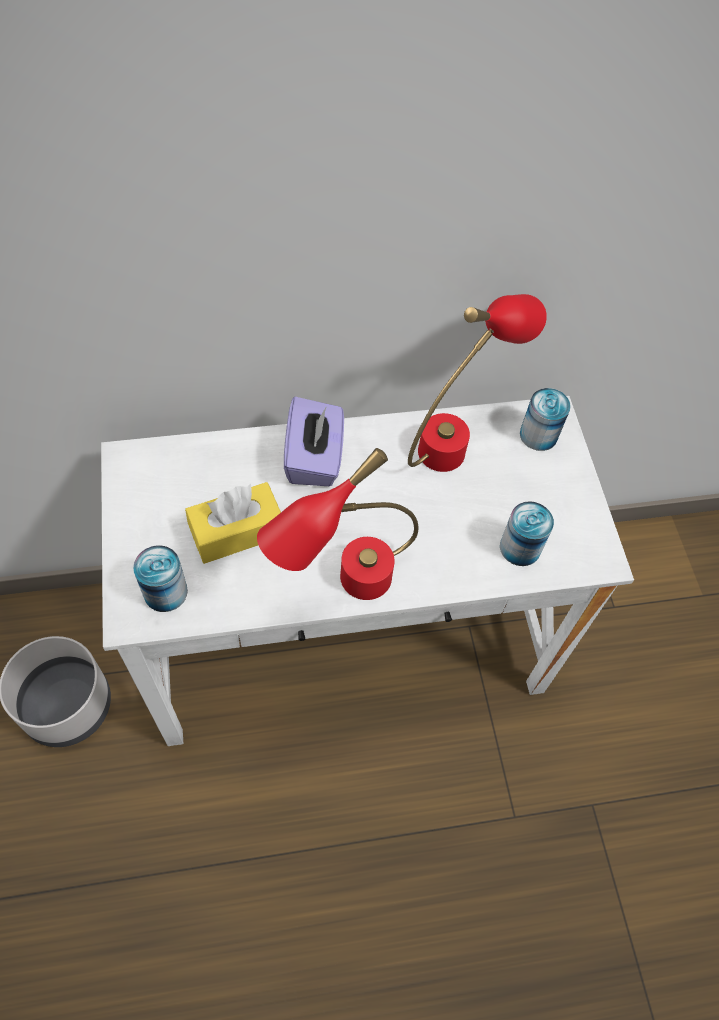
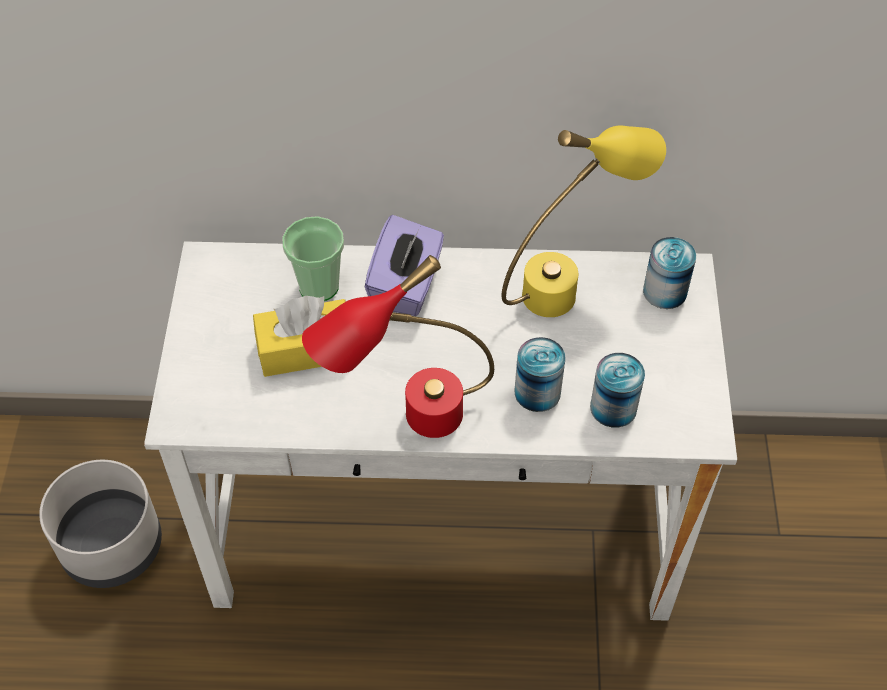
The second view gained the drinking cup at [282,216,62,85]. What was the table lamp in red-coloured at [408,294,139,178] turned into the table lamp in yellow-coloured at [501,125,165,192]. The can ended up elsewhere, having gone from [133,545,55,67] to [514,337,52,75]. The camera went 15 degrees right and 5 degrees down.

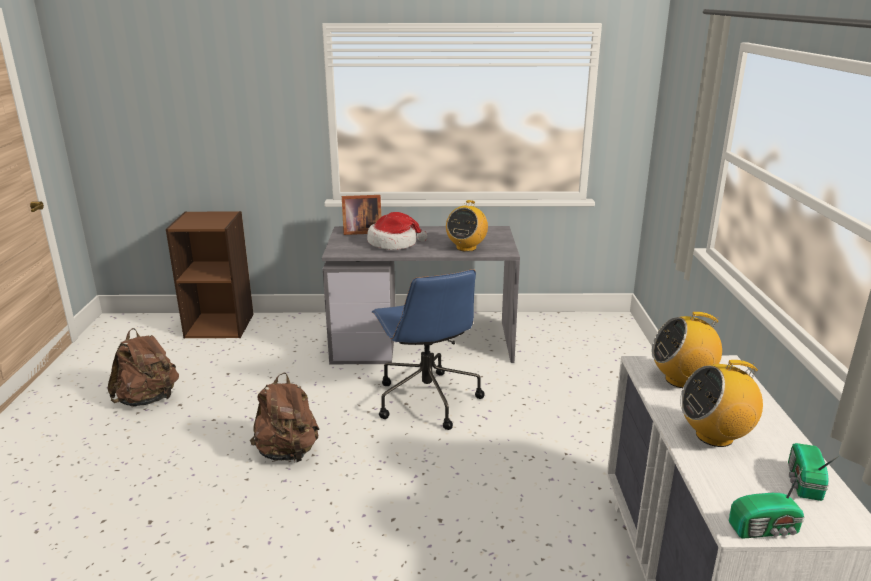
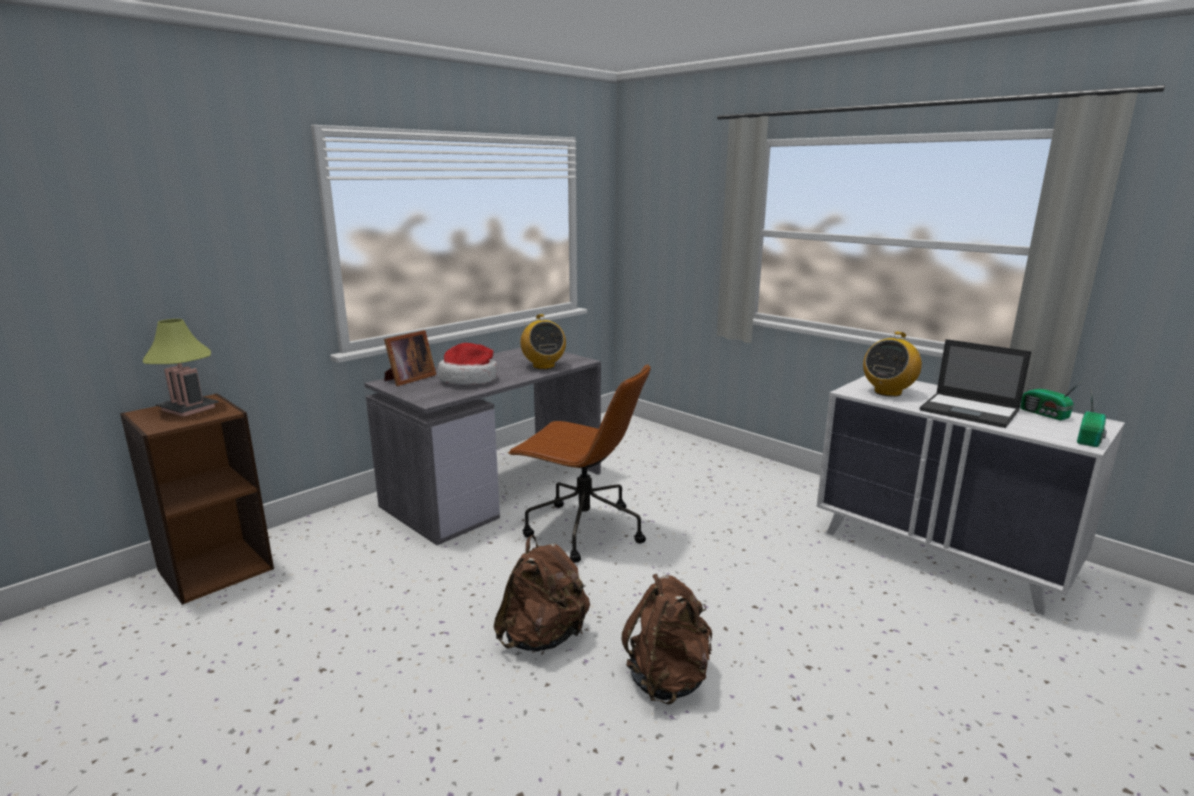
The second view gained the table lamp at [143,319,76,98]. What was the desk chair in blue at [372,269,112,161] turned into the desk chair in brownish at [508,363,143,200]. The backpack in brownish ended up elsewhere, having gone from [108,328,71,79] to [622,574,90,131]. Where the radio stood at [680,360,83,87], the laptop came to stand at [920,339,112,89]. The camera went 45 degrees left and 5 degrees down.

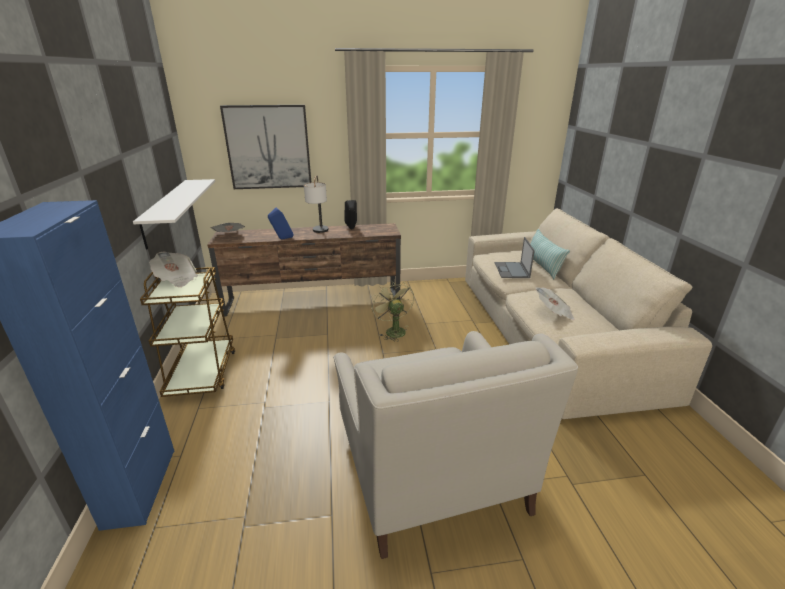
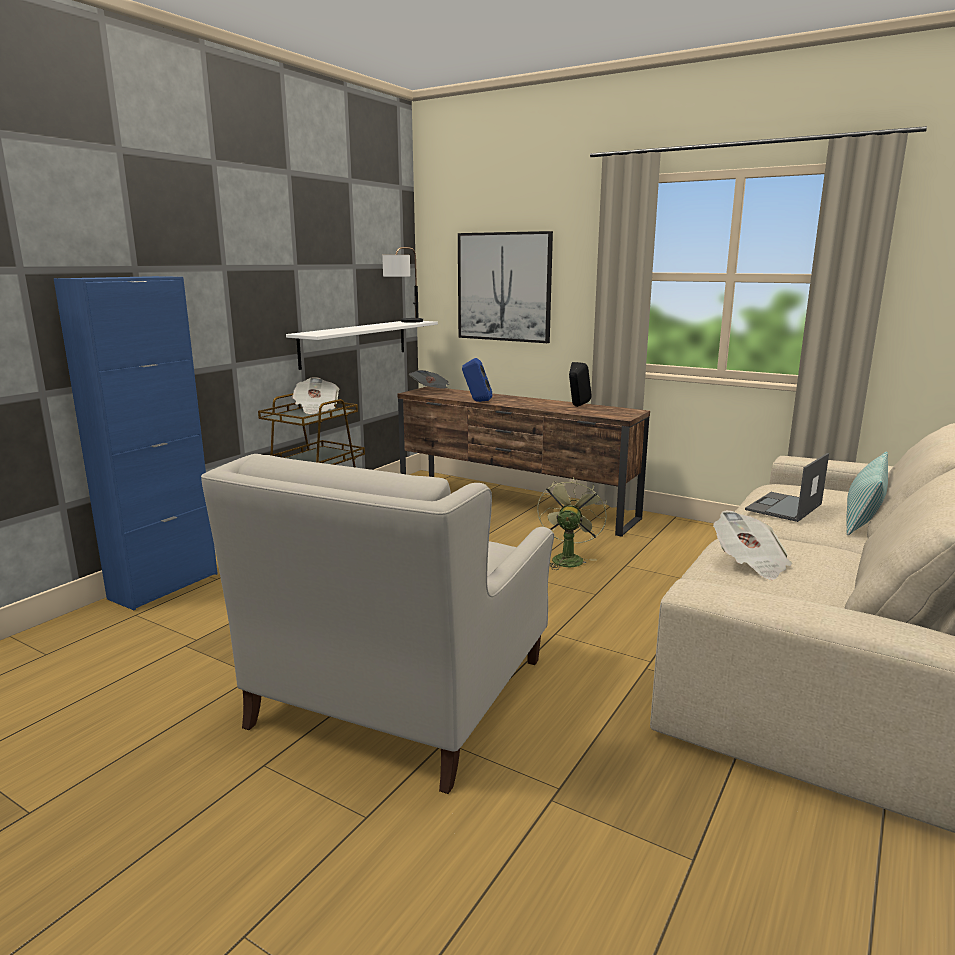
The table lamp ended up elsewhere, having gone from [304,175,24,58] to [382,247,41,76]. The camera went 40 degrees right and 10 degrees down.

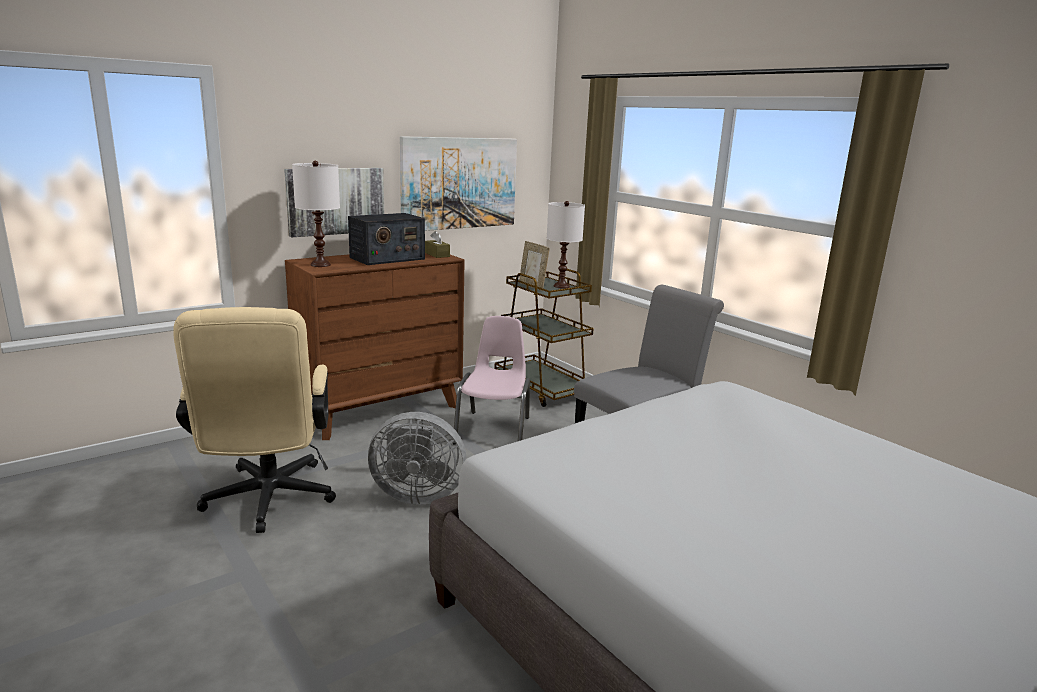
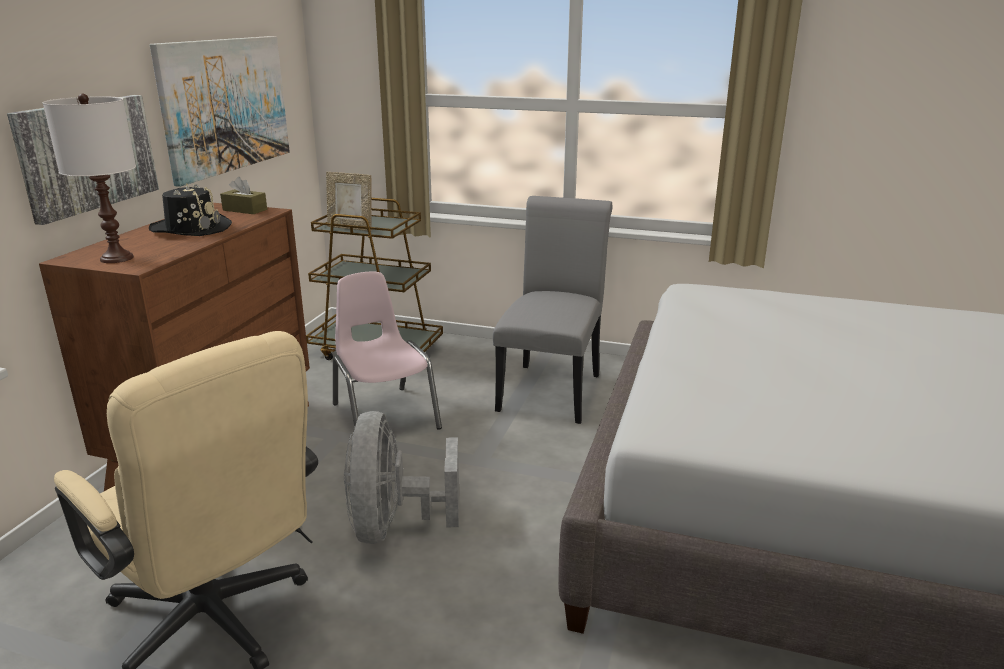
Where the radio stood at [348,213,77,52], the wearable hat in black came to stand at [149,183,83,53]. The cooling fan in greyish at [368,412,98,93] ended up facing another way, 120 degrees clockwise from before. The second view lost the table lamp in white-coloured at [547,201,38,88]. The camera went 35 degrees left and 5 degrees up.

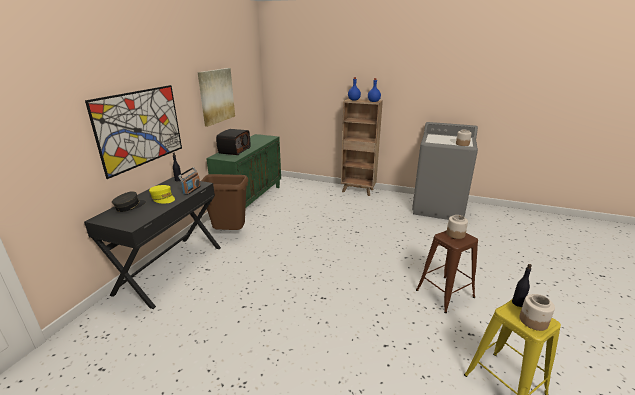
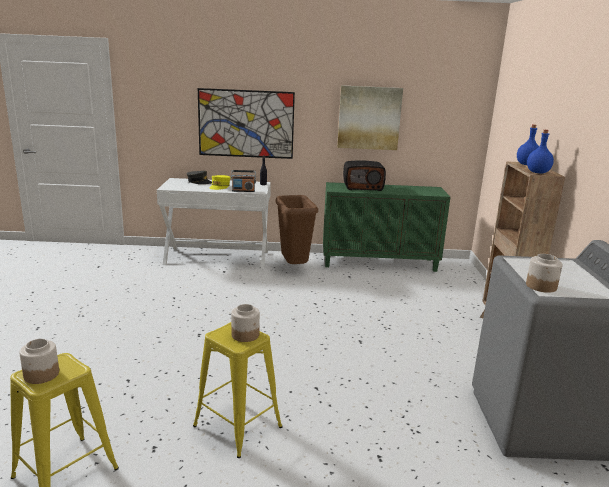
What was the desk in black at [84,177,137,132] turned into the desk in white-coloured at [157,178,114,91]. What was the stool seat in brownish at [416,230,62,83] turned into the stool seat in yellow-coloured at [193,322,90,136]. The second view lost the drink bottle in black at [512,264,20,43]. The camera went 70 degrees right and 5 degrees down.

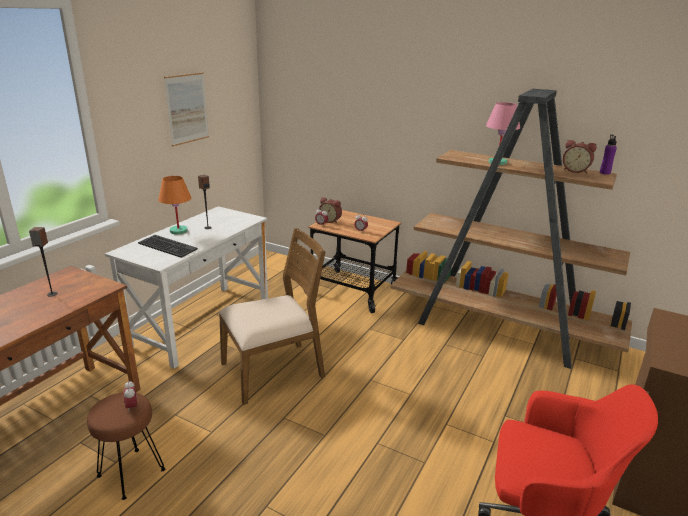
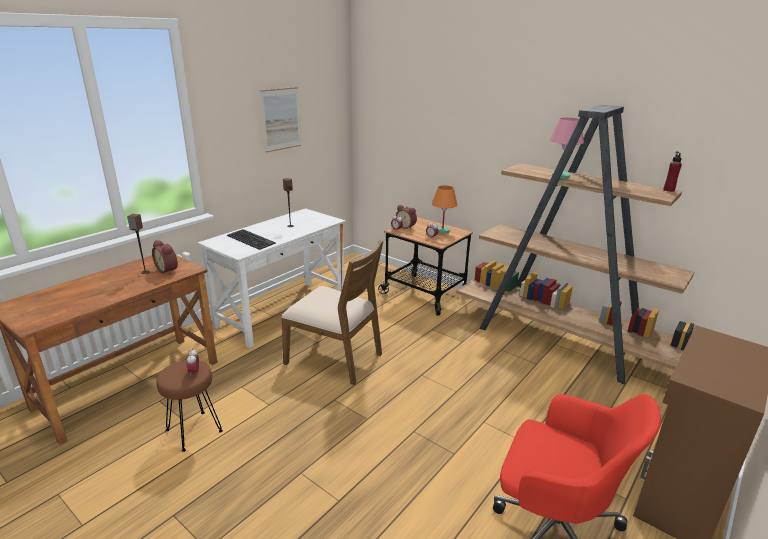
The bedside clock ended up elsewhere, having gone from [563,140,34,34] to [152,240,26,35]. The upright chair in brownish at [219,228,106,177] ended up facing another way, 45 degrees clockwise from before. The table lamp in orangey ended up elsewhere, having gone from [158,176,33,58] to [432,185,26,49]. What was the drink bottle in purplish at [600,135,17,40] turned into the drink bottle in red-coloured at [664,151,18,41]. The camera went 10 degrees right and 0 degrees up.

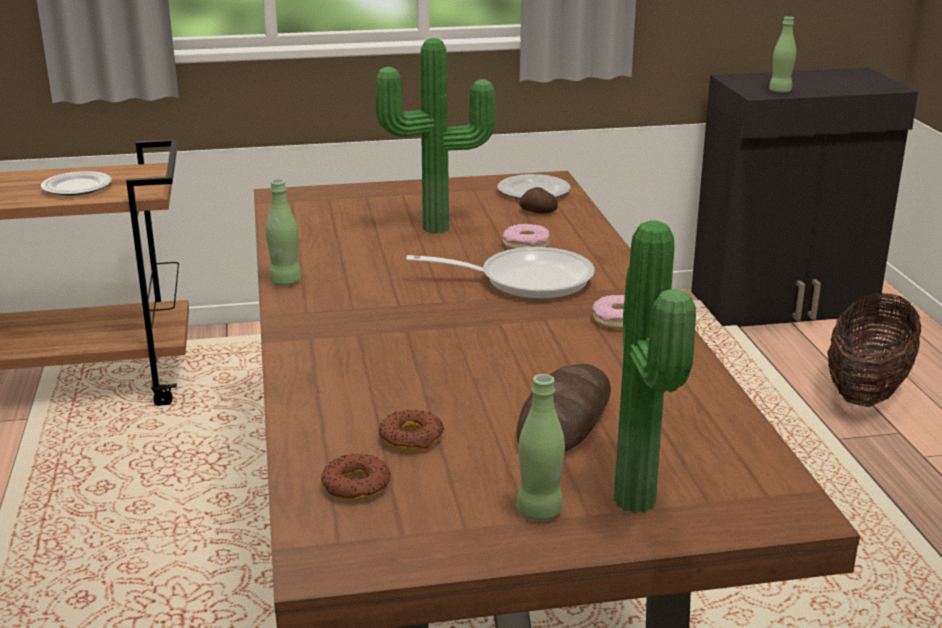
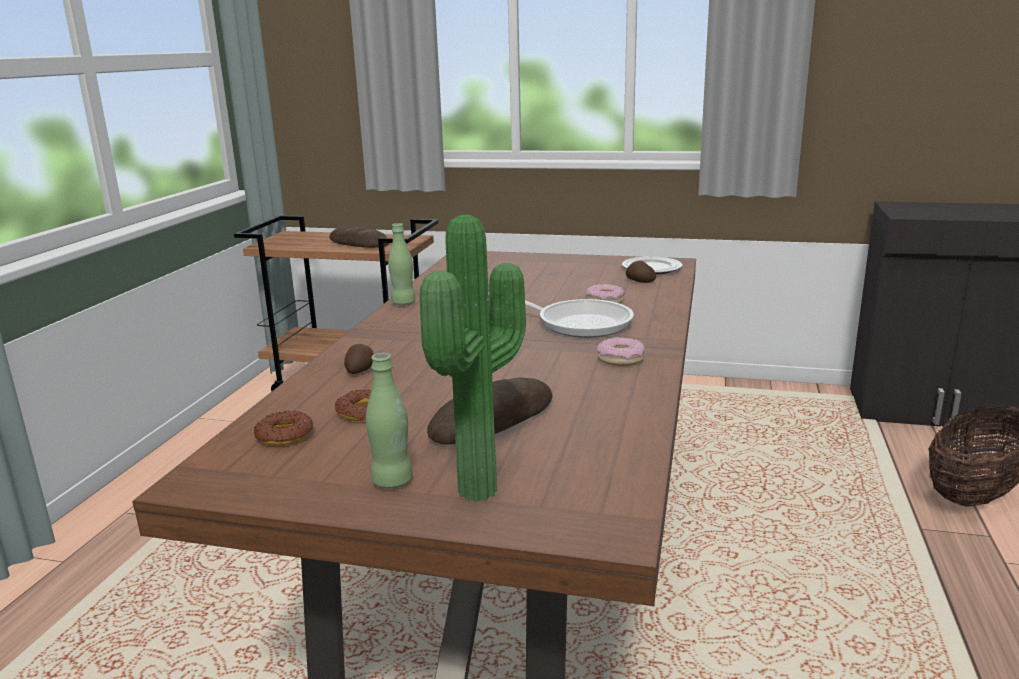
Where the dinner plate stood at [41,171,71,25], the bread came to stand at [329,226,60,22]. The second view gained the spud at [344,344,30,30]. The second view lost the houseplant at [376,38,119,195]. The second view lost the drink bottle in green at [769,16,27,77]. The camera went 25 degrees right and 5 degrees down.

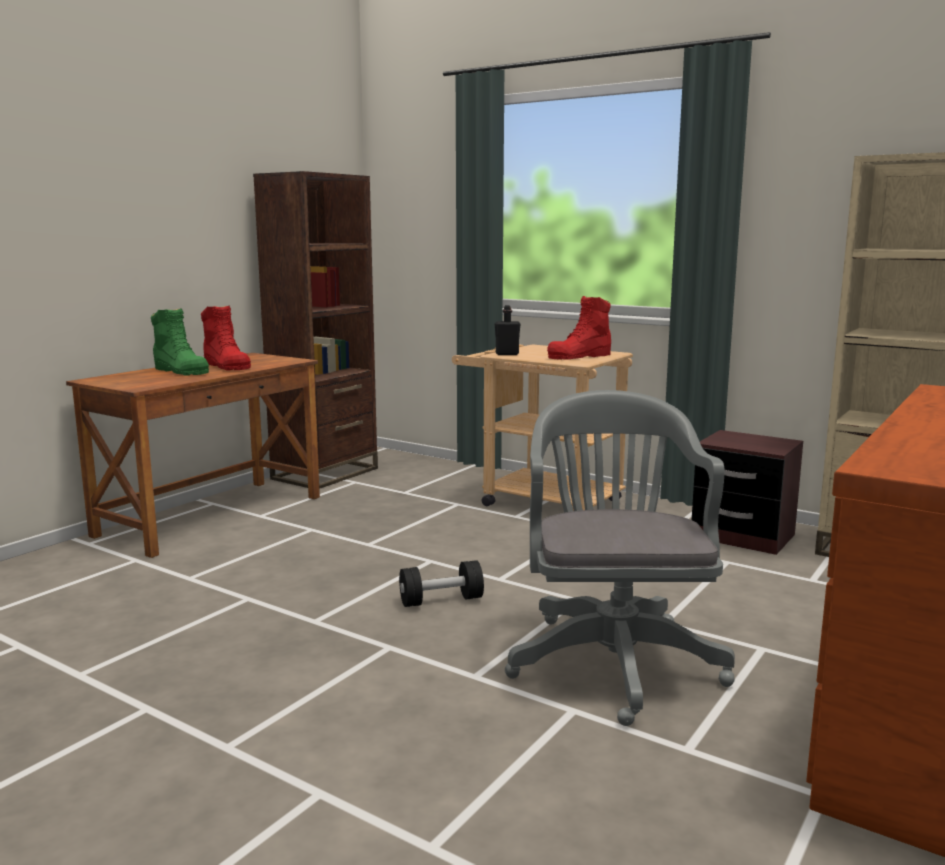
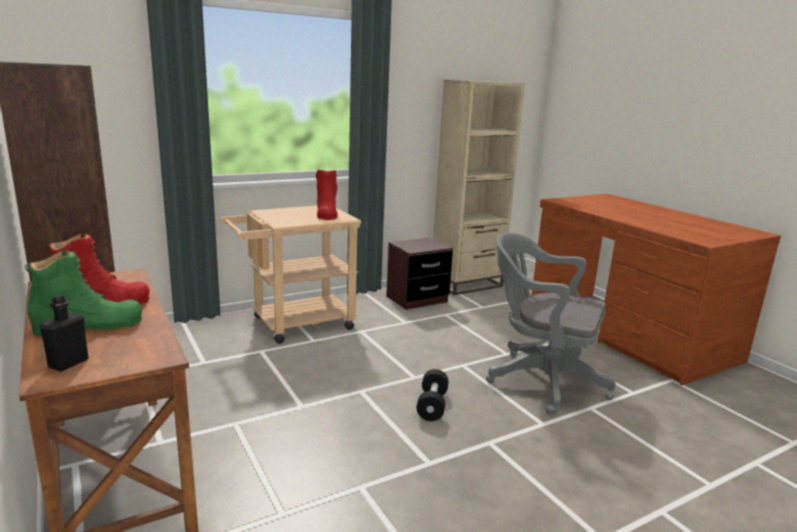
The drink bottle in black ended up elsewhere, having gone from [494,305,27,50] to [40,295,48,76]. The camera went 65 degrees left and 5 degrees up.

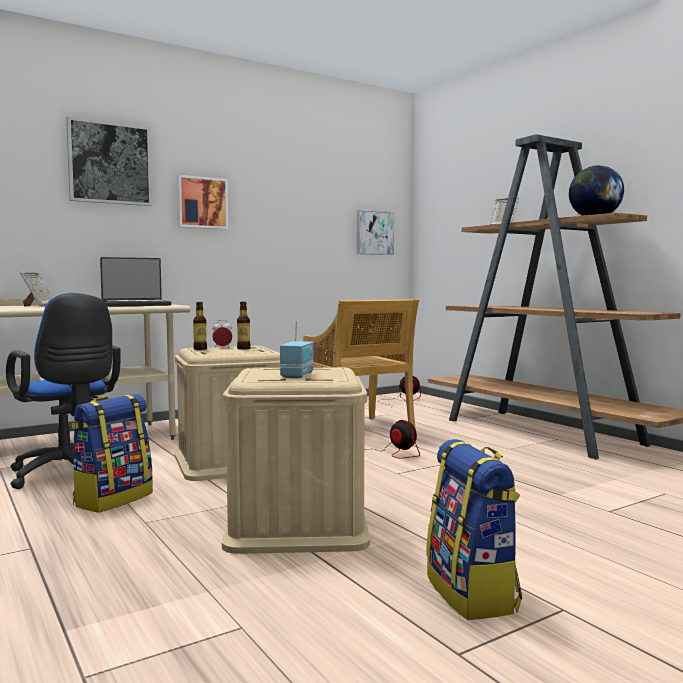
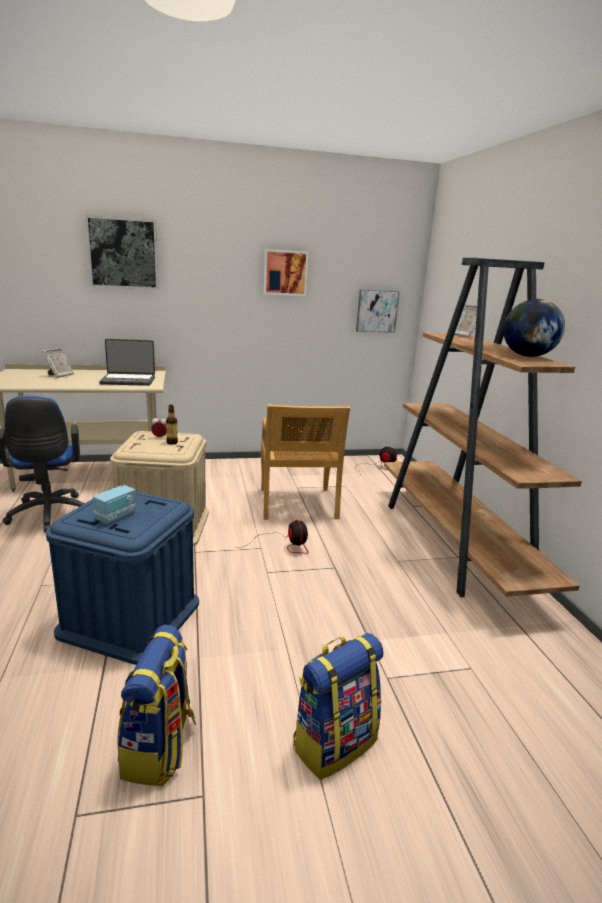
What was the storage container in sand-coloured at [222,367,148,187] turned into the storage container in blue at [46,488,153,177]. The picture ended up elsewhere, having gone from [177,175,51,54] to [264,249,44,47]. The backpack ended up elsewhere, having gone from [72,394,81,119] to [293,633,90,147]. The second view lost the drink bottle at [193,302,14,48]. The camera went 20 degrees right and 15 degrees up.

